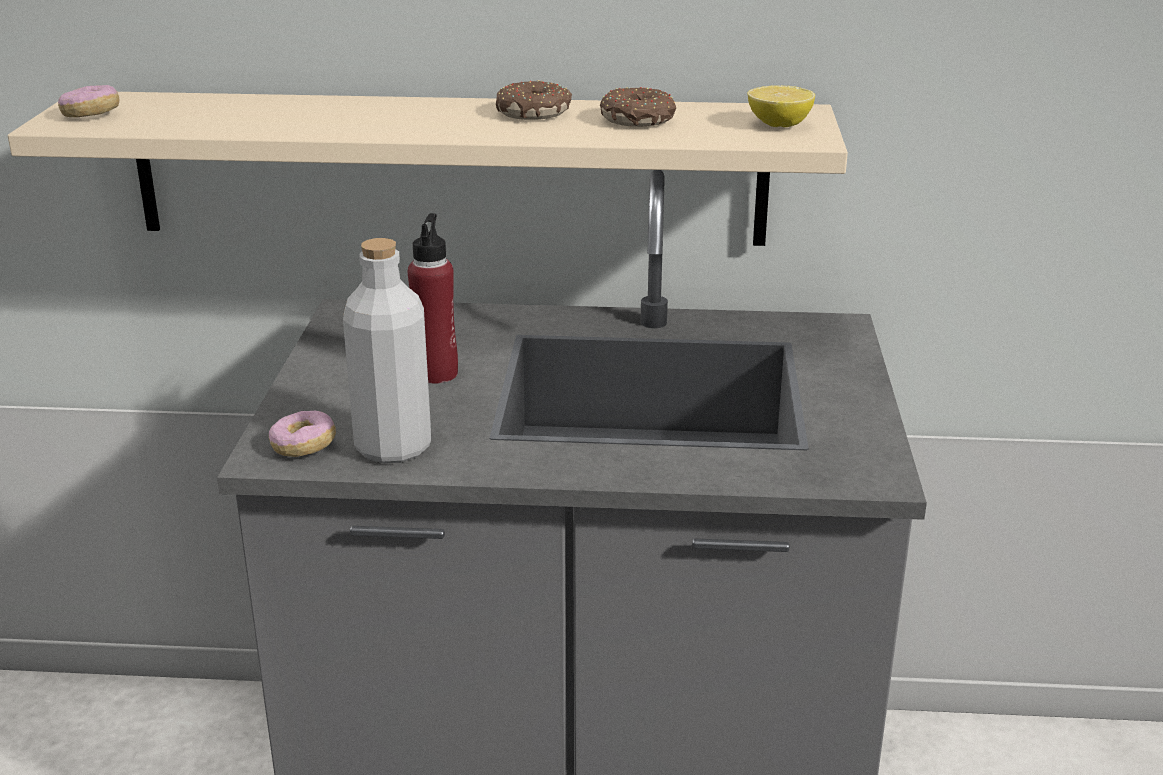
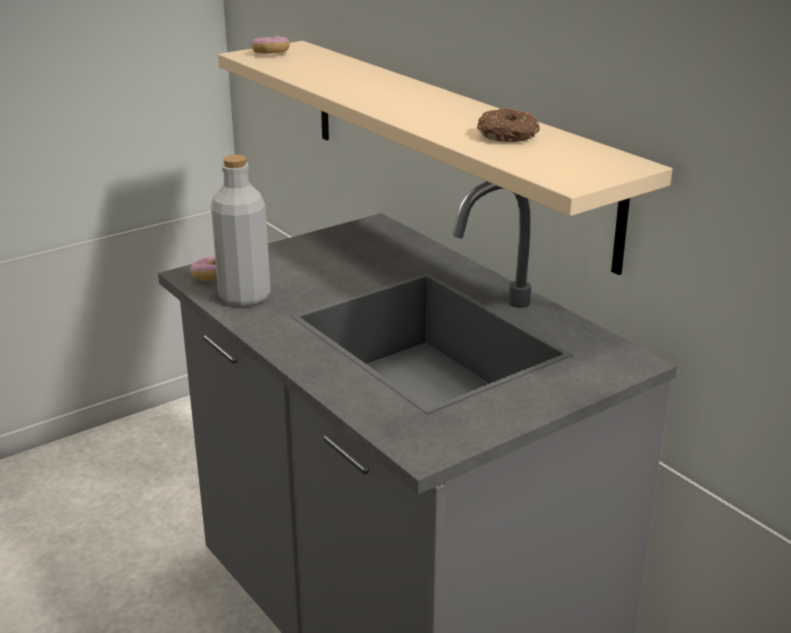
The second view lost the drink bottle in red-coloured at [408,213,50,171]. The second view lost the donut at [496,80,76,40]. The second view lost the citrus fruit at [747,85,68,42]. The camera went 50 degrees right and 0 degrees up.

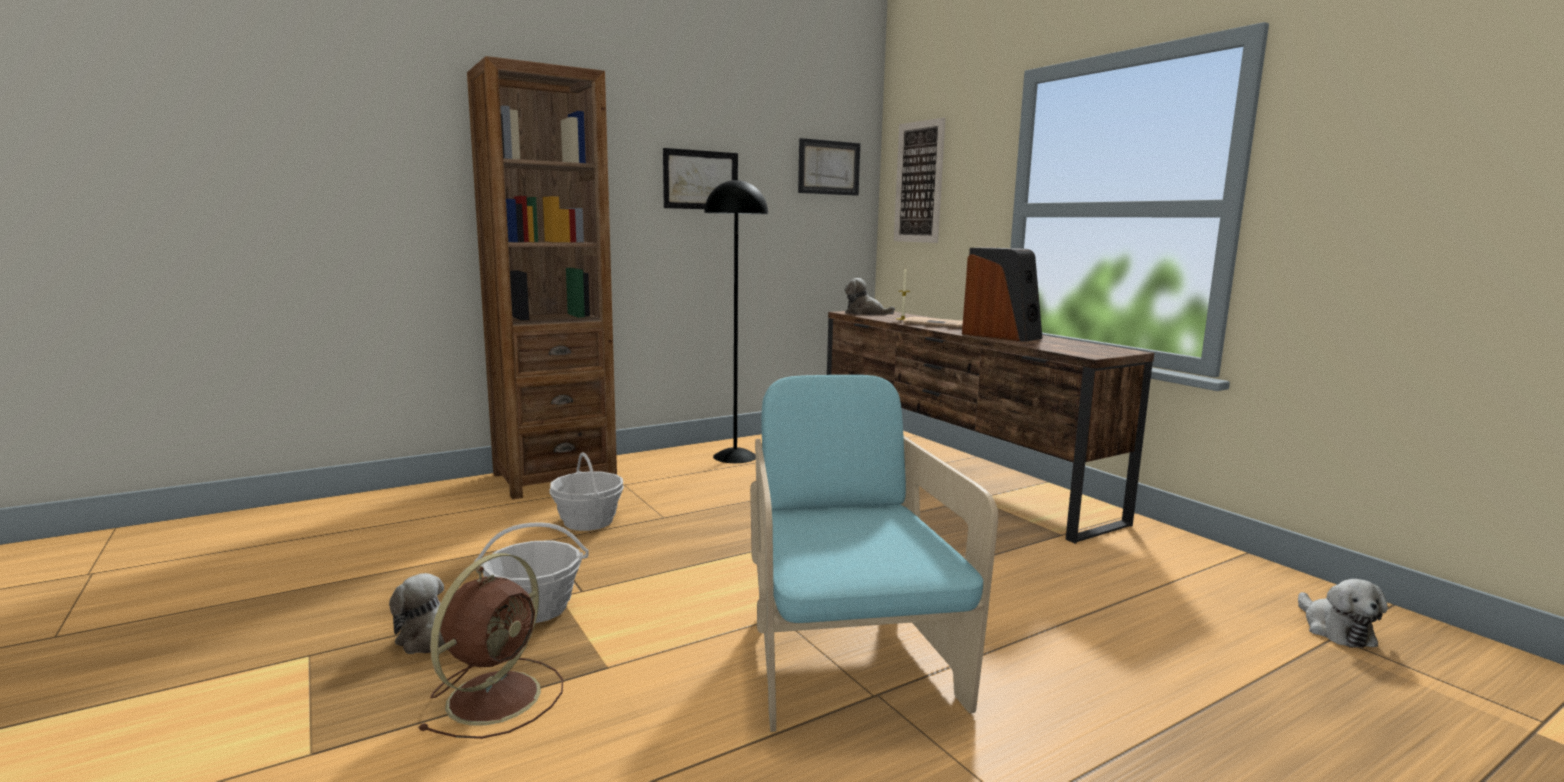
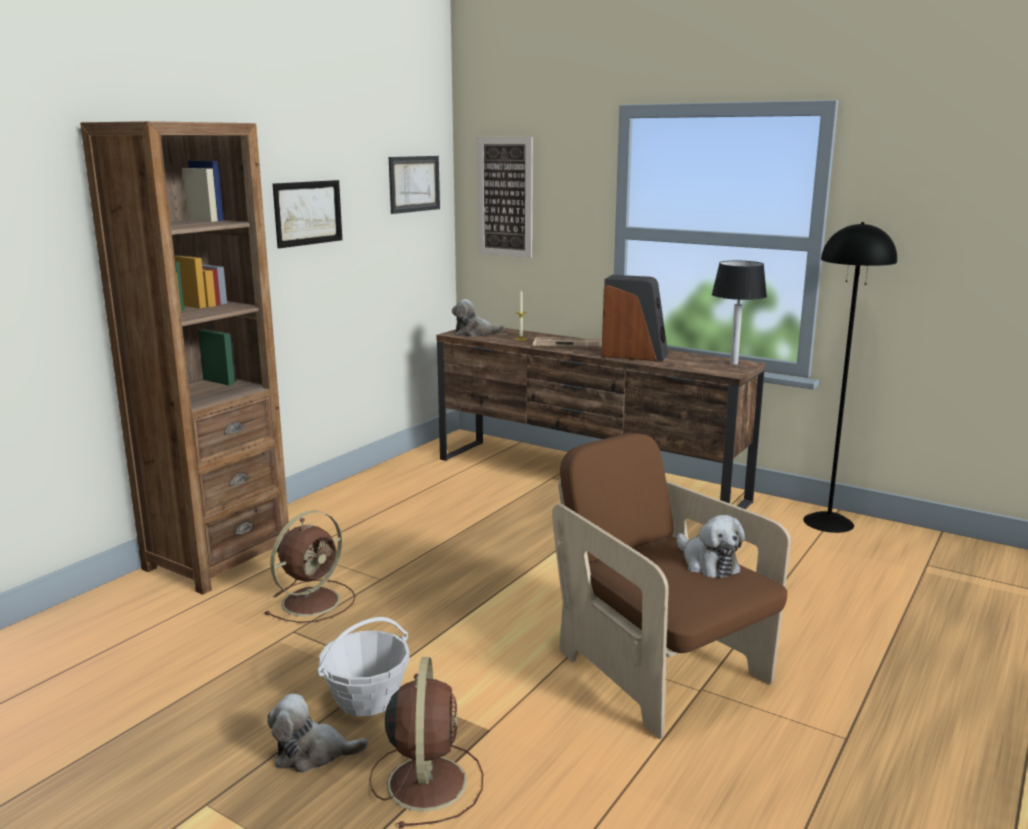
Where the household basket stood at [549,452,75,79], the cooling fan in brownish came to stand at [264,510,92,113]. What was the easy chair in turquoise at [750,375,248,357] turned into the easy chair in brownish at [552,433,239,306]. The plush toy ended up elsewhere, having gone from [1298,579,90,69] to [677,515,68,63]. The second view gained the table lamp at [712,261,55,104]. The floor lamp in black ended up elsewhere, having gone from [704,178,64,285] to [803,222,94,311]. The camera went 25 degrees left and 5 degrees up.

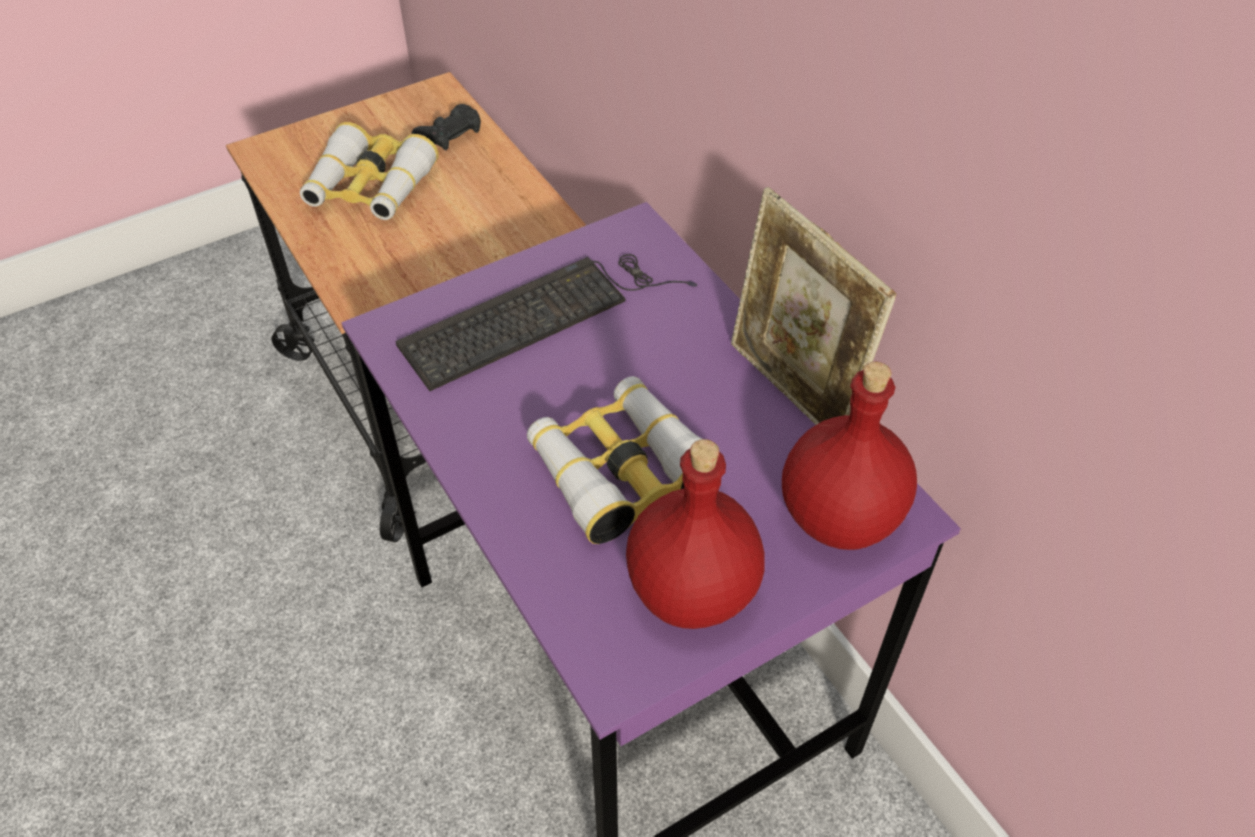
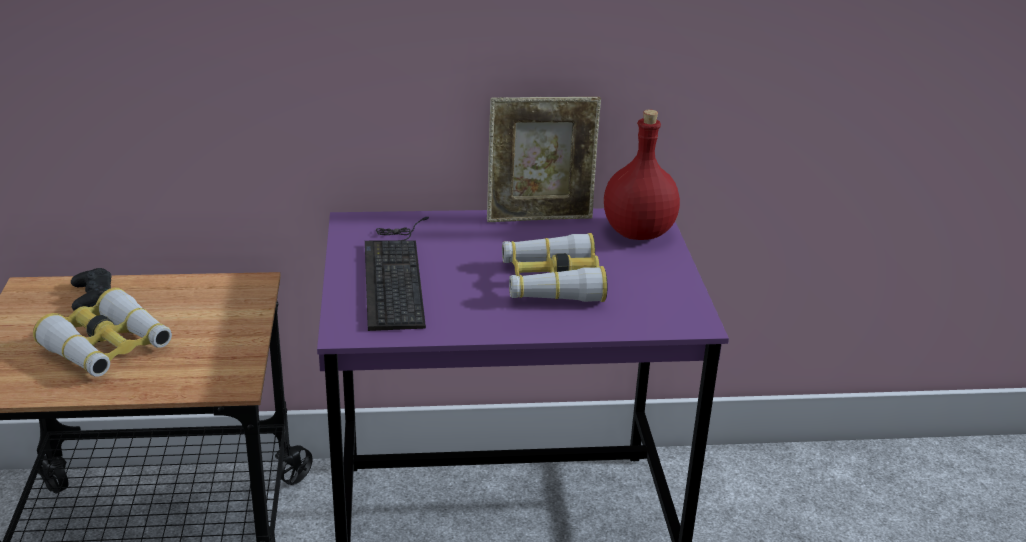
The second view lost the drink bottle in red-coloured at [626,439,139,190]. The camera went 65 degrees left and 20 degrees down.

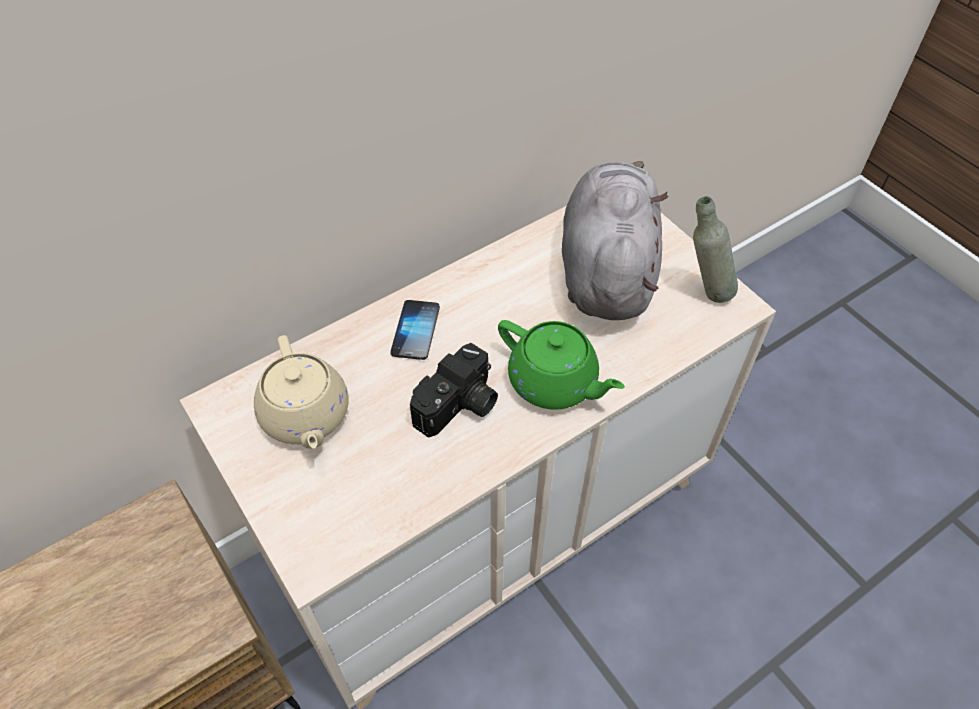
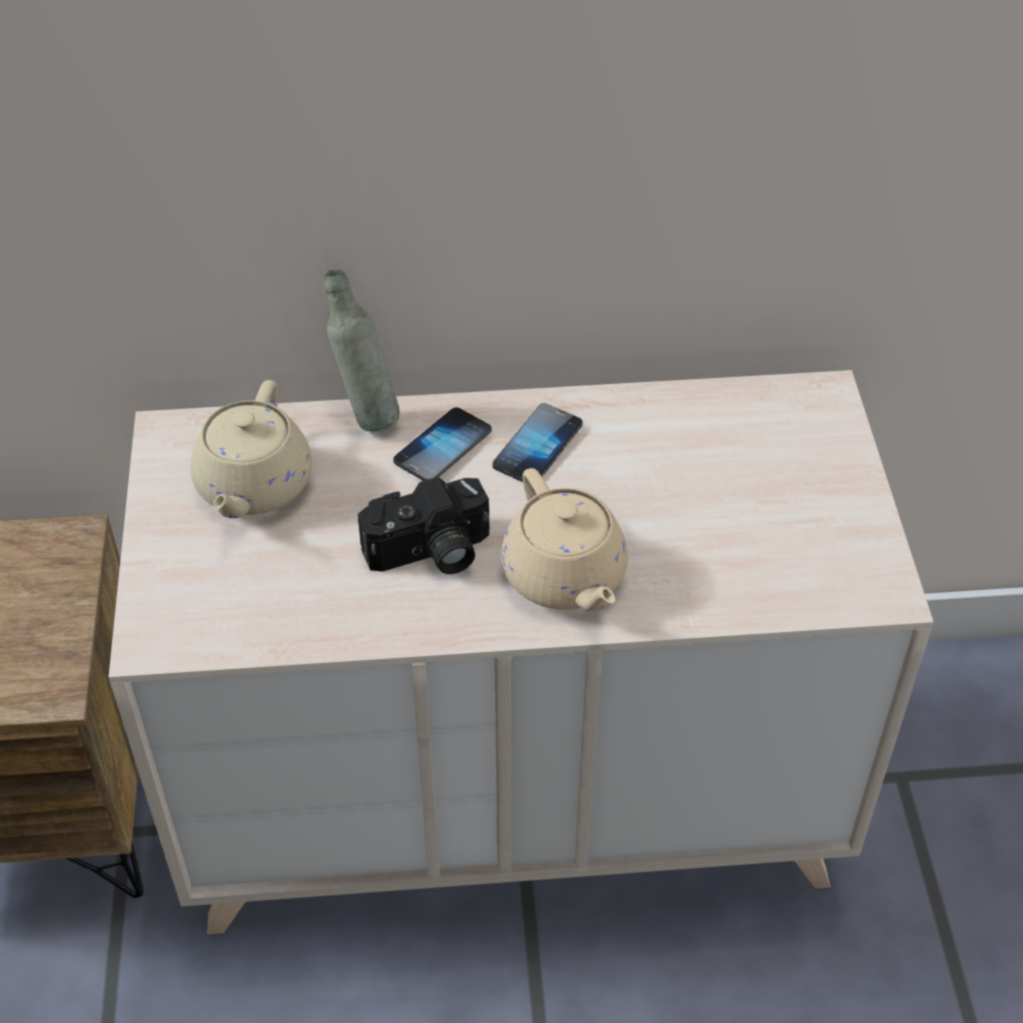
The drink bottle in greyish ended up elsewhere, having gone from [693,196,45,107] to [324,269,76,162]. The second view gained the phone at [492,403,91,79]. What was the tea pot in green at [498,320,127,90] turned into the tea pot in sand-coloured at [501,468,127,144]. The second view lost the plush toy in greyish at [562,161,106,159]. The camera went 30 degrees right and 5 degrees down.

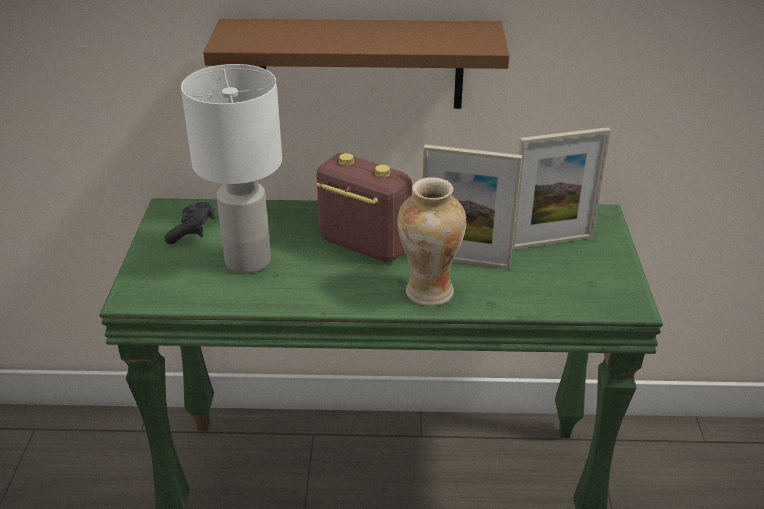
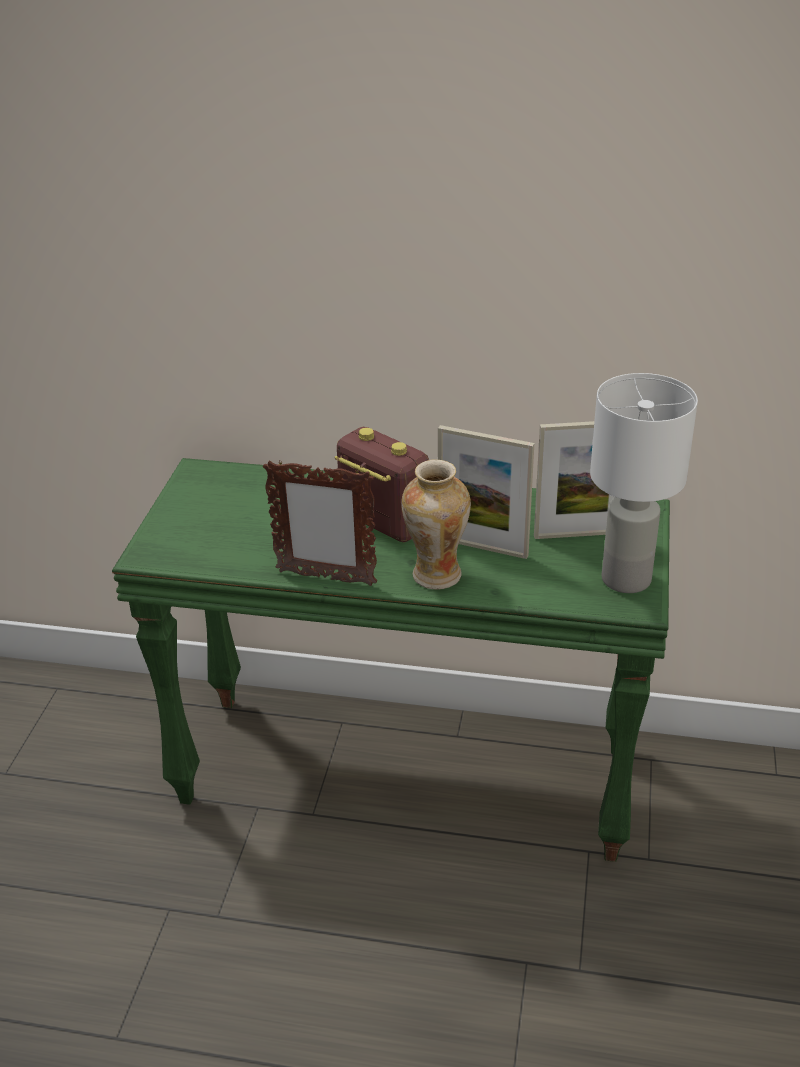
The second view gained the standing frame at [263,460,114,126]. The table lamp in white-coloured ended up elsewhere, having gone from [181,64,101,210] to [590,373,108,220]. The second view lost the joypad in black at [164,202,51,42]. The second view lost the shelf in brownish at [203,19,307,90]. The camera went 10 degrees right and 0 degrees up.

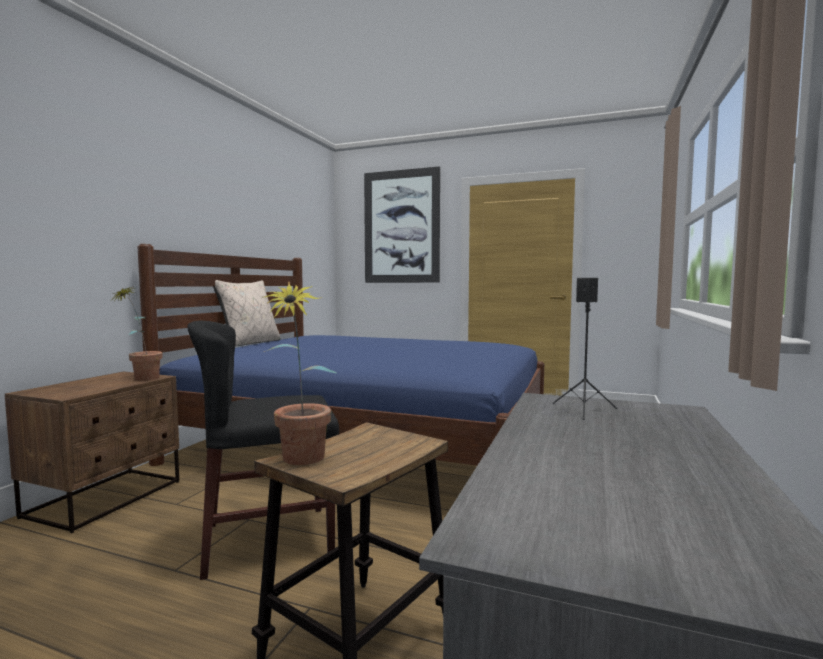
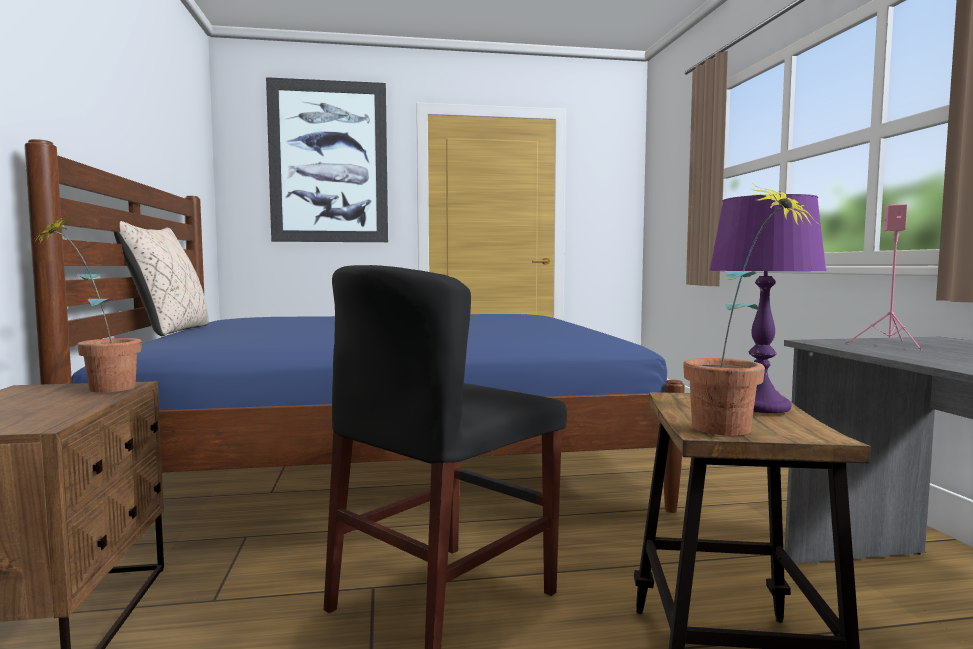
The second view gained the table lamp in purplish at [709,194,118,219]. What was the speaker in black at [553,278,64,142] turned into the speaker in pink-coloured at [846,204,76,146]. The camera went 30 degrees left and 0 degrees up.

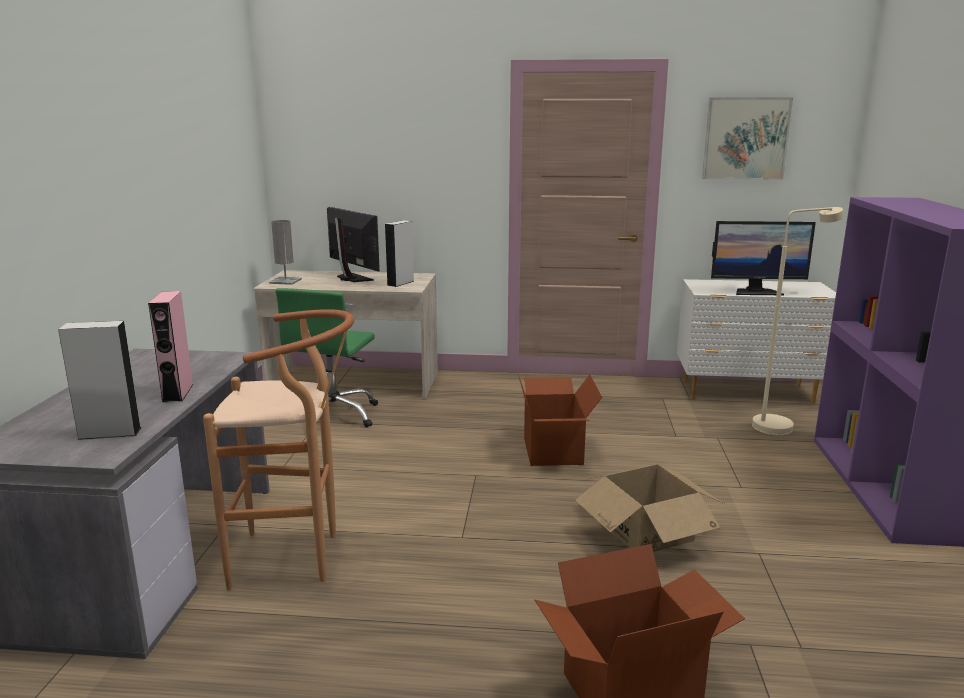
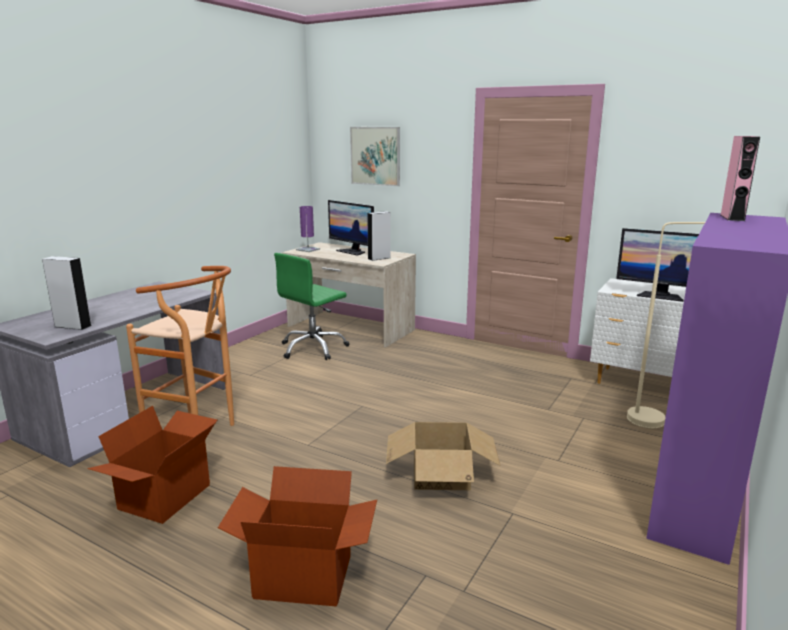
The packing box ended up elsewhere, having gone from [518,374,84,92] to [87,406,130,118]. What was the table lamp in greyish at [269,220,33,65] turned into the table lamp in purplish at [296,206,24,46]. The computer display at [327,207,53,75] ended up facing another way, 150 degrees clockwise from before. The picture ended up elsewhere, having gone from [702,97,91,83] to [350,127,50,59]. The speaker in pink-coloured ended up elsewhere, having gone from [148,291,45,112] to [721,136,39,85]. The camera went 25 degrees right and 0 degrees up.

